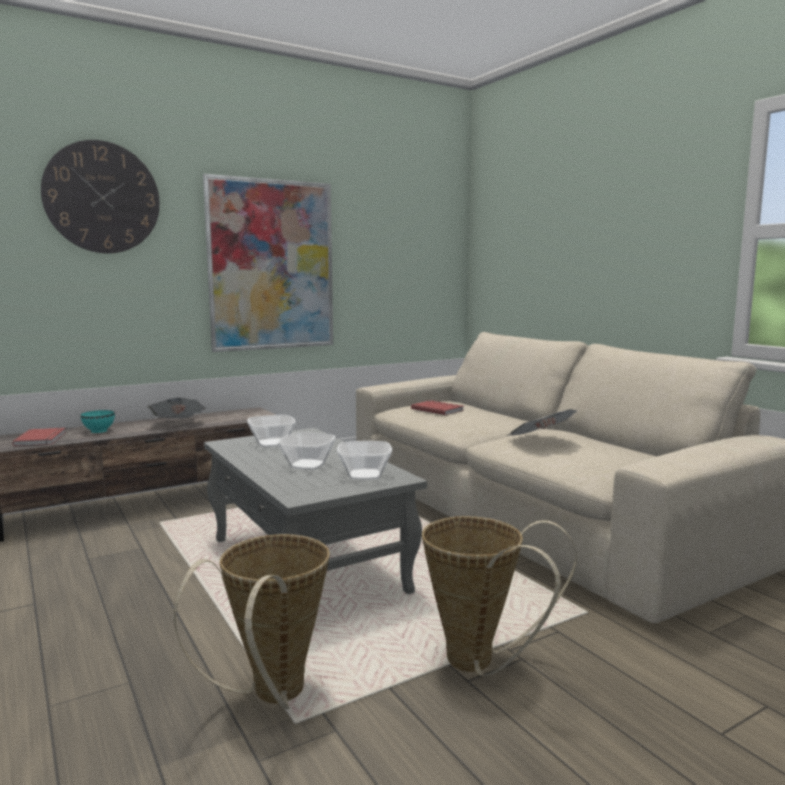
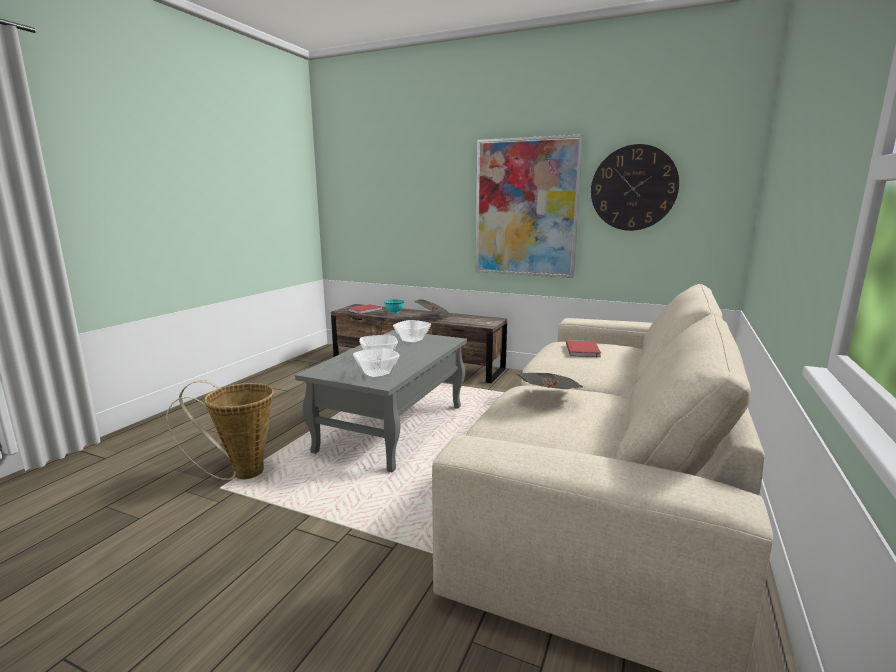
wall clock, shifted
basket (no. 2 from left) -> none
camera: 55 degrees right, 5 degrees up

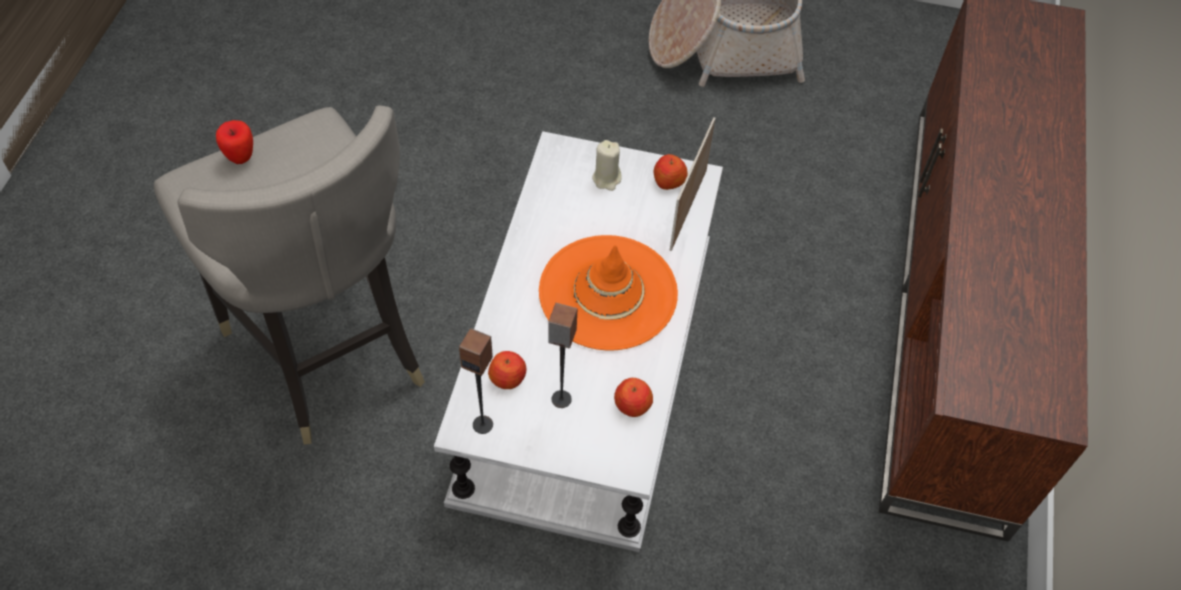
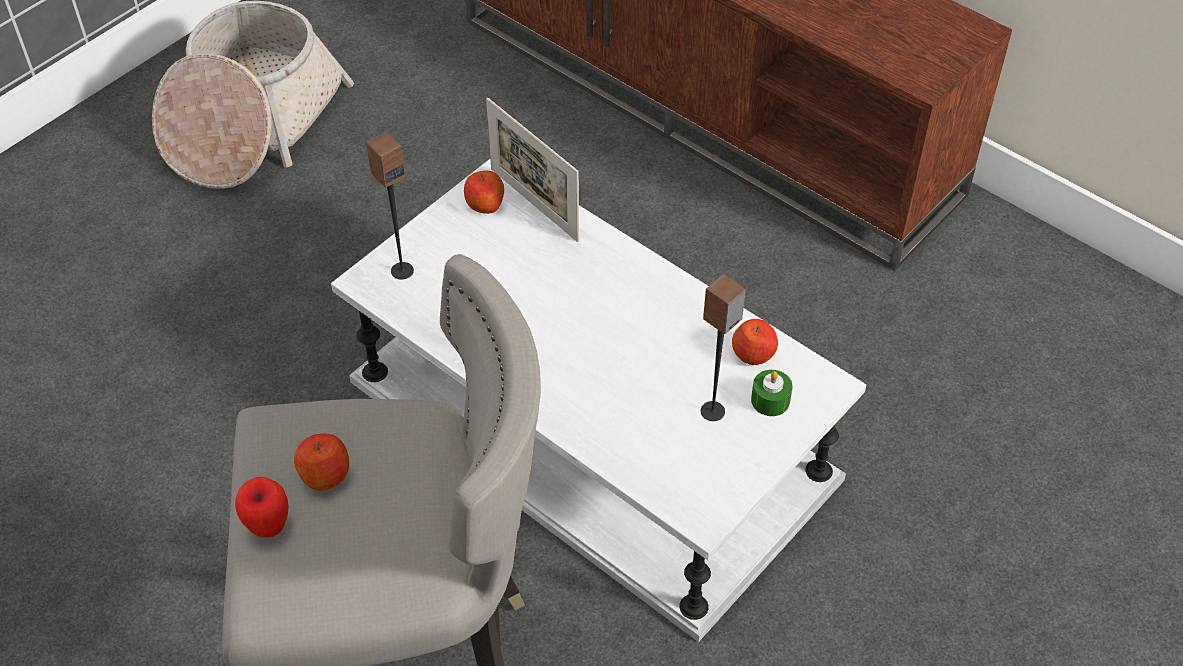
beige candle -> none
orange hat -> none
speaker (no. 1 from left), shifted
apple (no. 2 from left), shifted
none -> green candle
camera: 60 degrees left, 5 degrees down

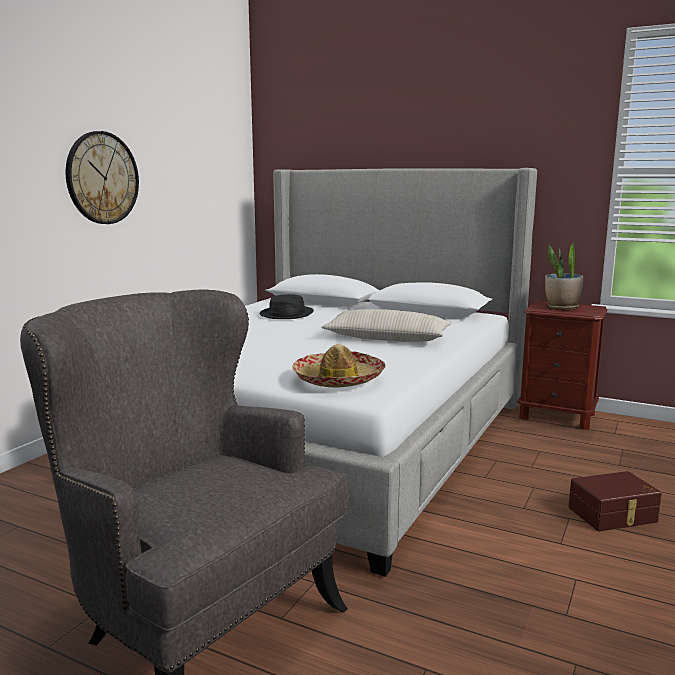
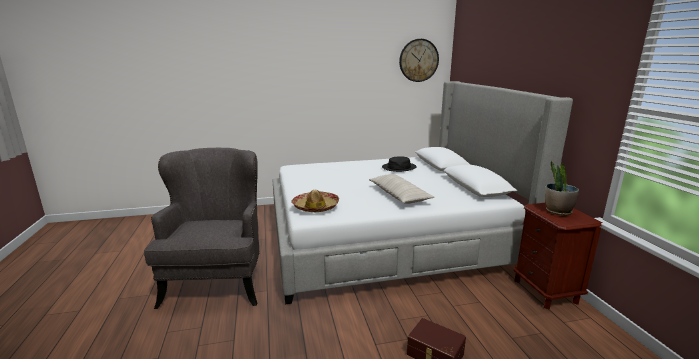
wall clock, shifted
camera: 50 degrees right, 5 degrees up

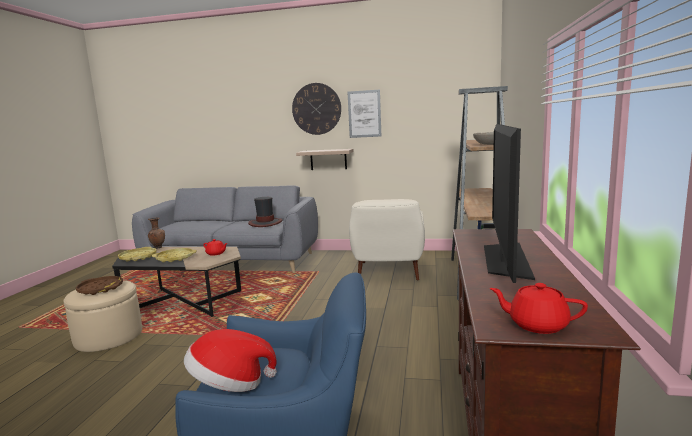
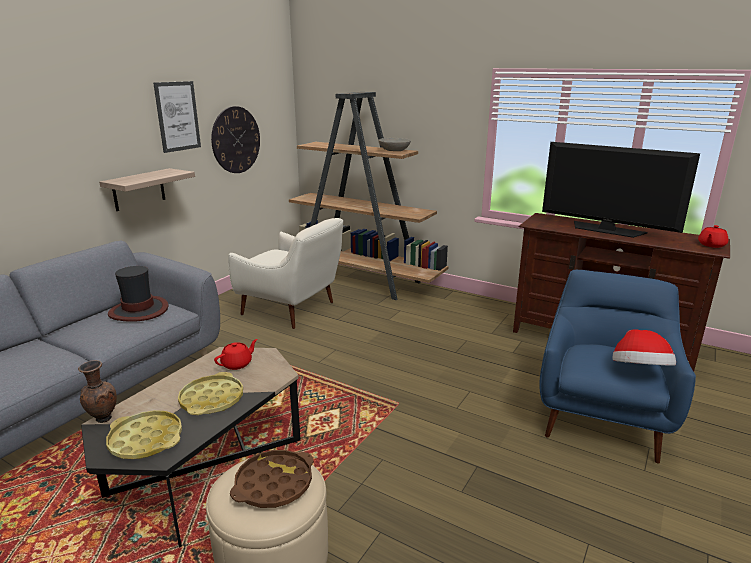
wall clock, shifted
camera: 70 degrees left, 10 degrees up

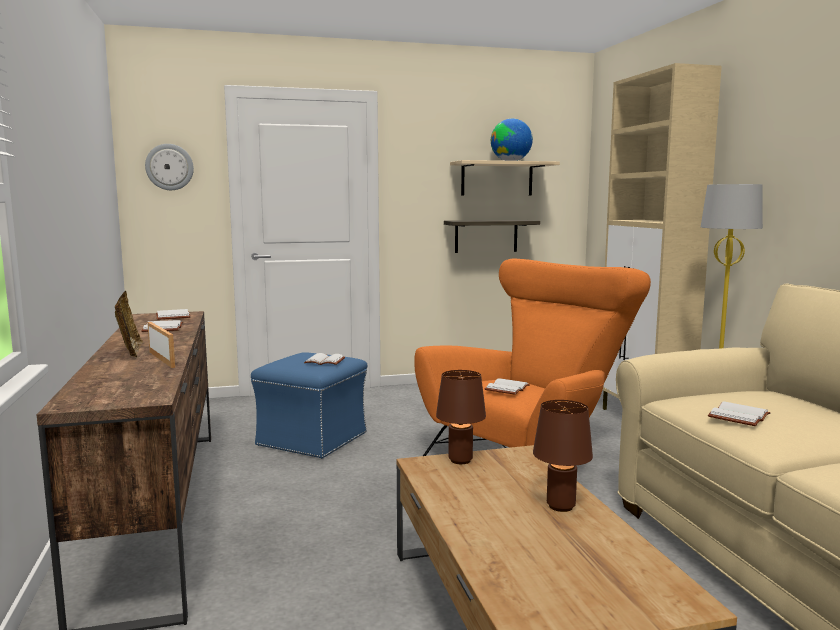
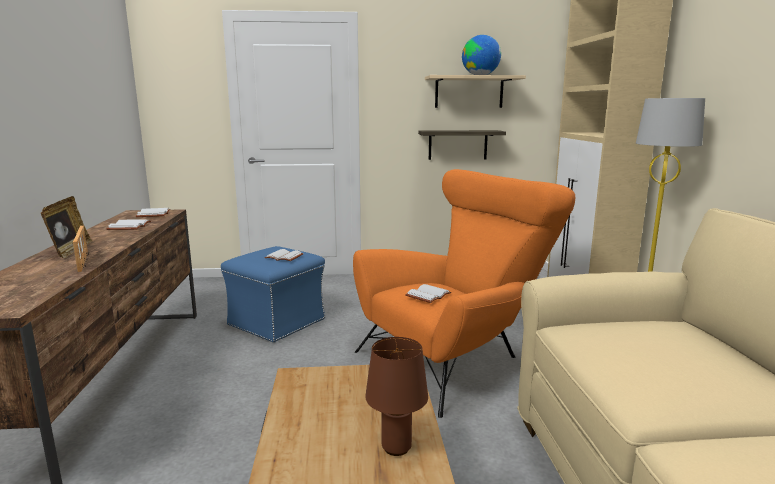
wall clock -> none
brown table lamp (no. 1 from left) -> none
white book (no. 5 from left) -> none
camera: 10 degrees right, 5 degrees up

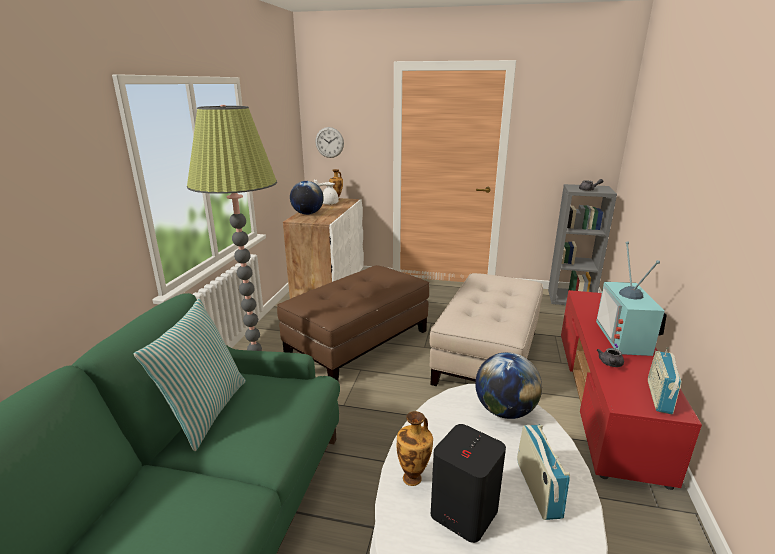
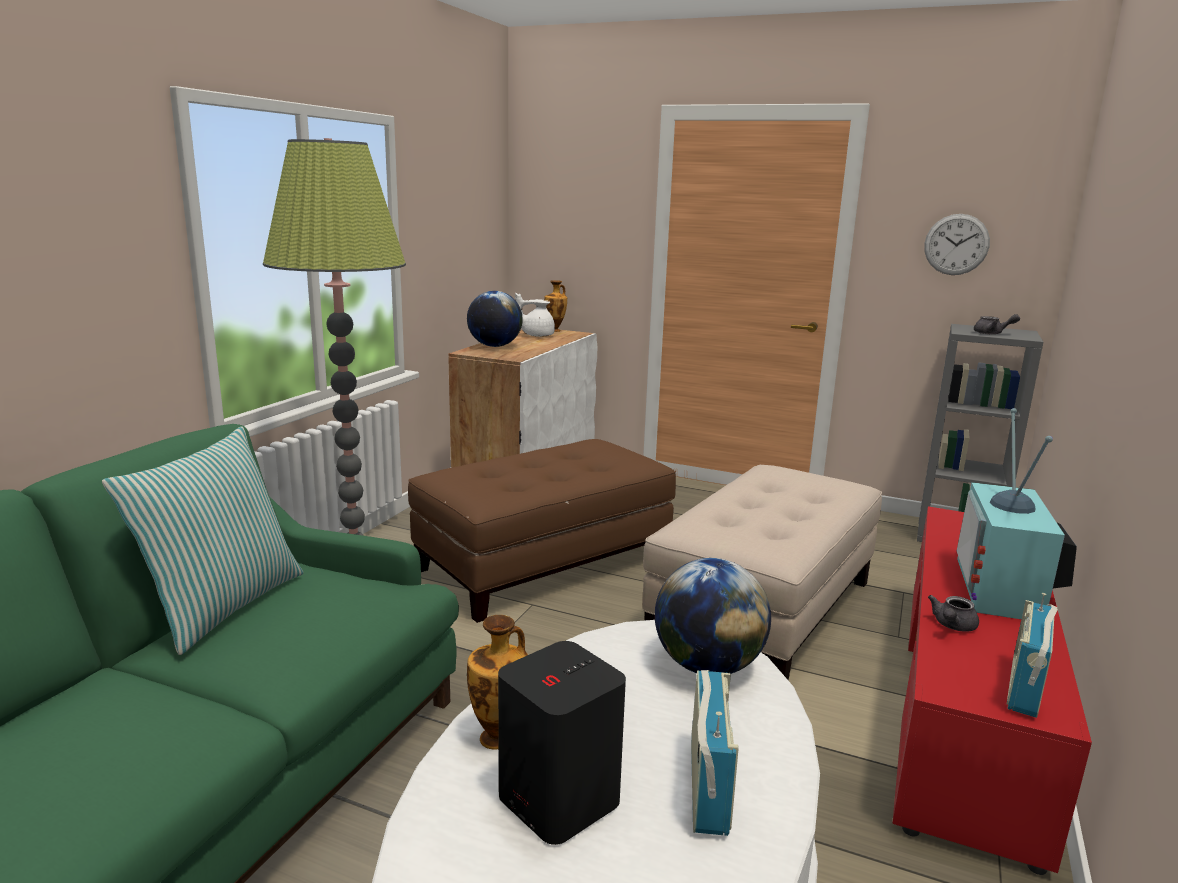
wall clock, shifted
camera: 10 degrees right, 5 degrees down

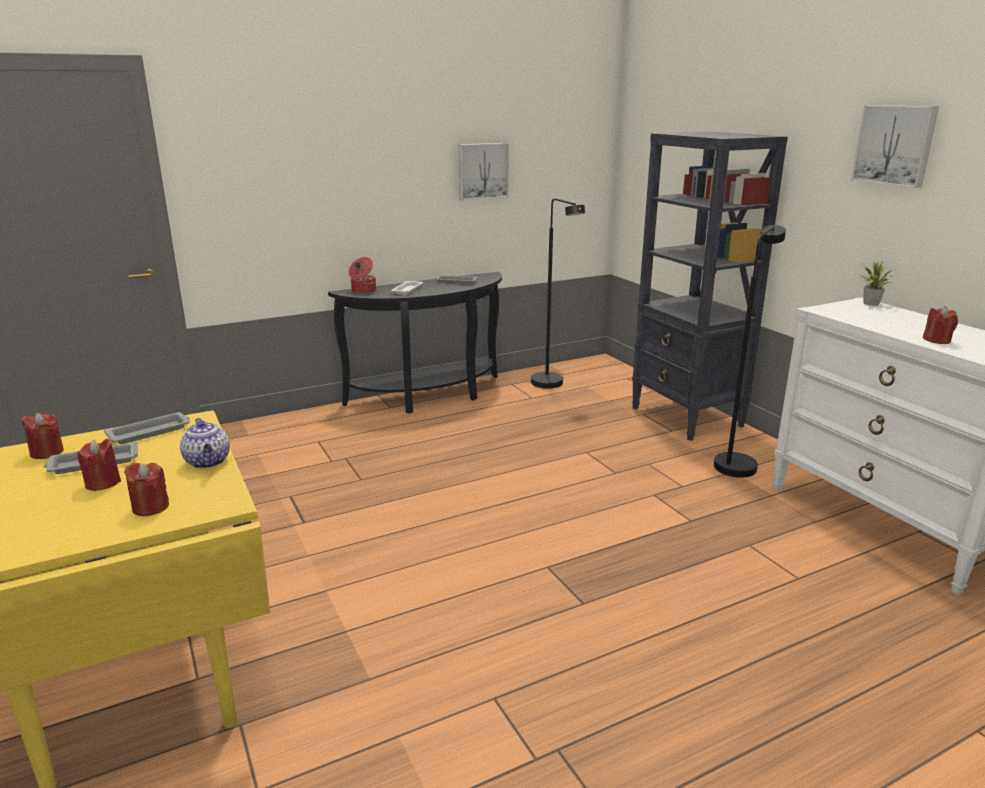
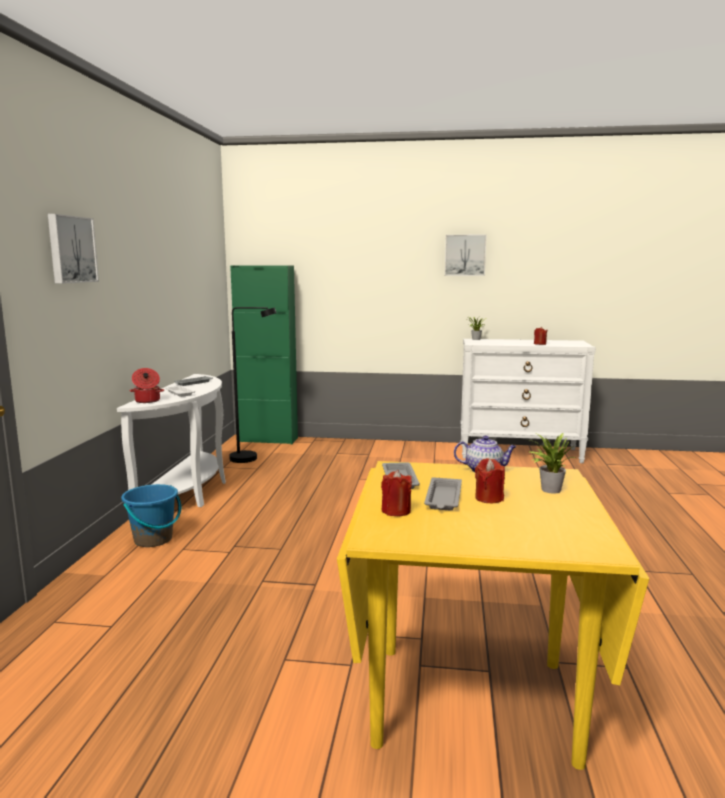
black bookcase -> none
picture (no. 1 from left), shifted
black floor lamp (no. 2 from left) -> none
black console table -> white console table
red candle (no. 3 from left) -> potted plant (no. 2 from left)
none -> green cabinet
none -> blue bucket
camera: 55 degrees left, 10 degrees down

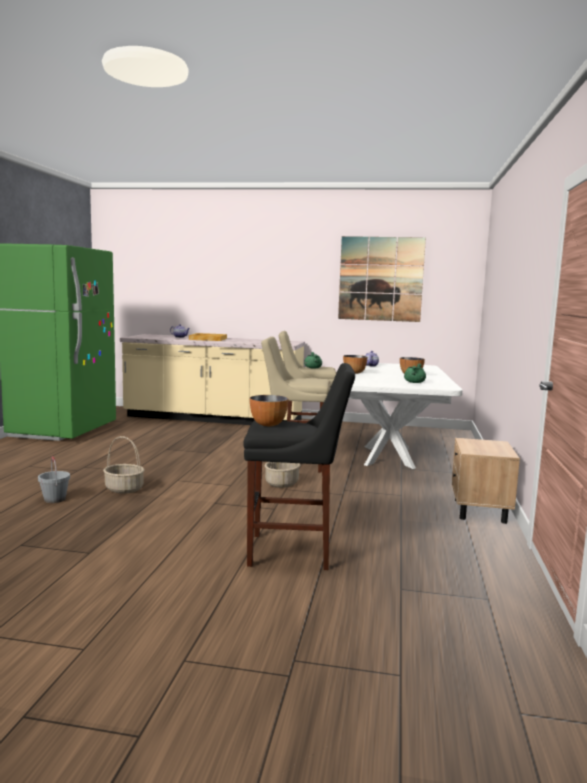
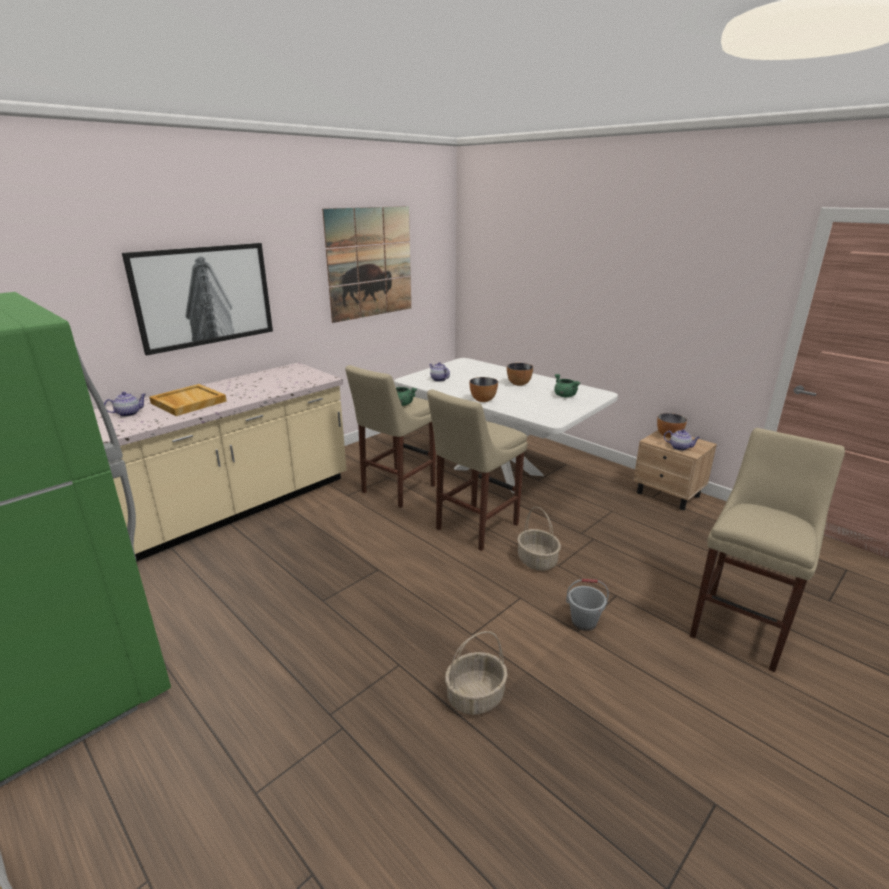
black stool -> beige stool (no. 3 from left)
bowl (no. 1 from left in the first image) -> bowl (no. 3 from left), shifted
grey bucket, shifted
none -> picture (no. 1 from left)
none -> teapot (no. 3 from left)
camera: 55 degrees left, 15 degrees up

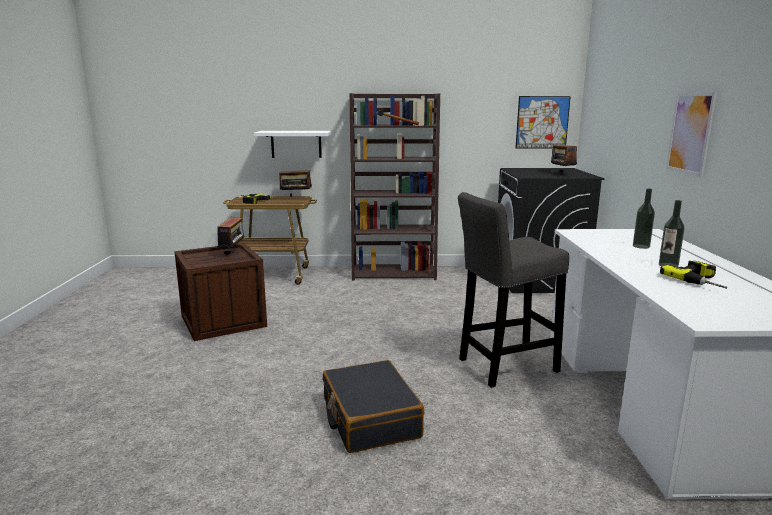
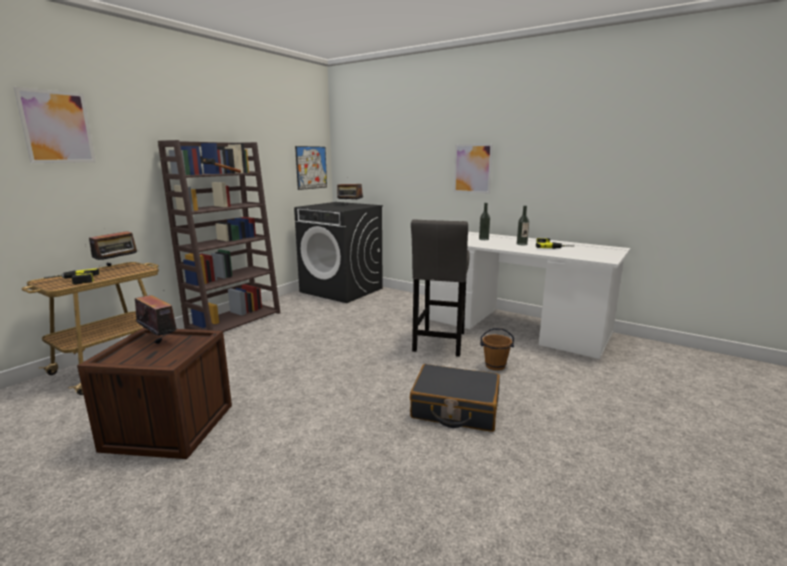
white shelf -> none
none -> picture (no. 1 from left)
none -> brown bucket
camera: 55 degrees left, 0 degrees up

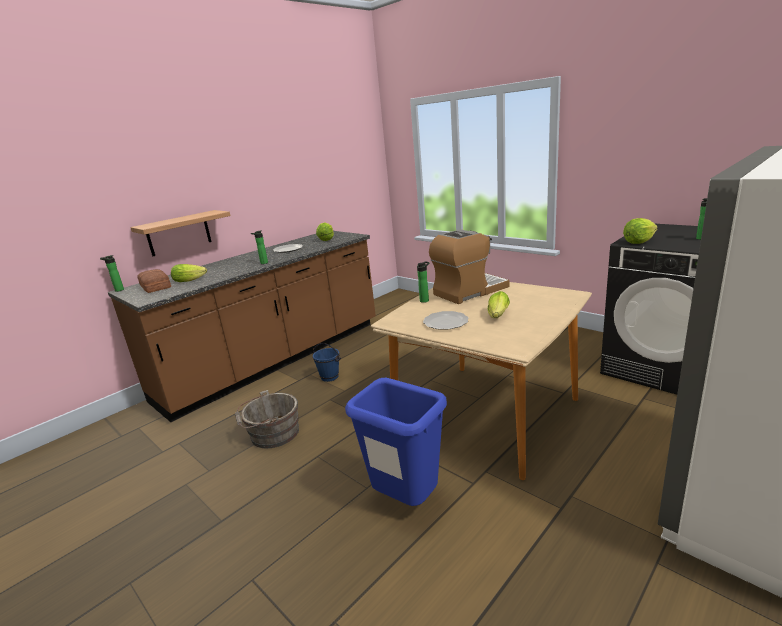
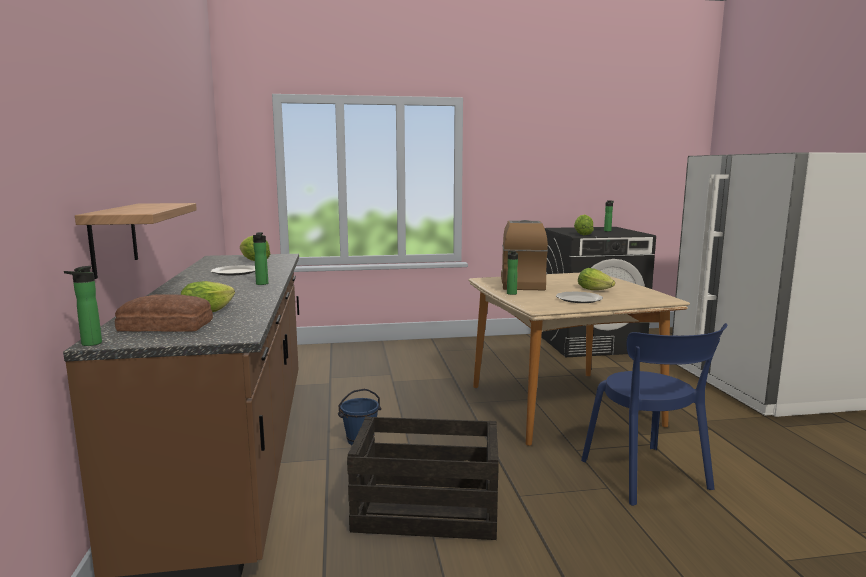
blue trash can -> blue chair
grey bucket -> crate
camera: 55 degrees left, 10 degrees down

